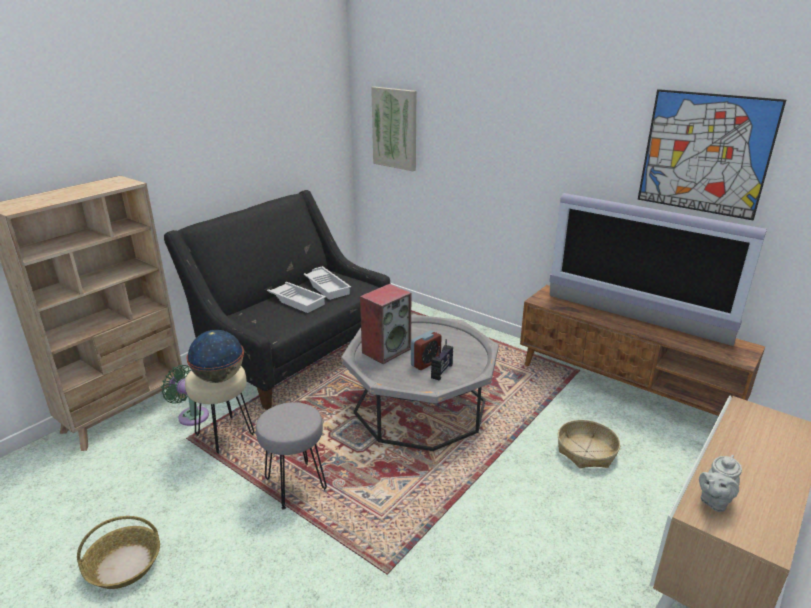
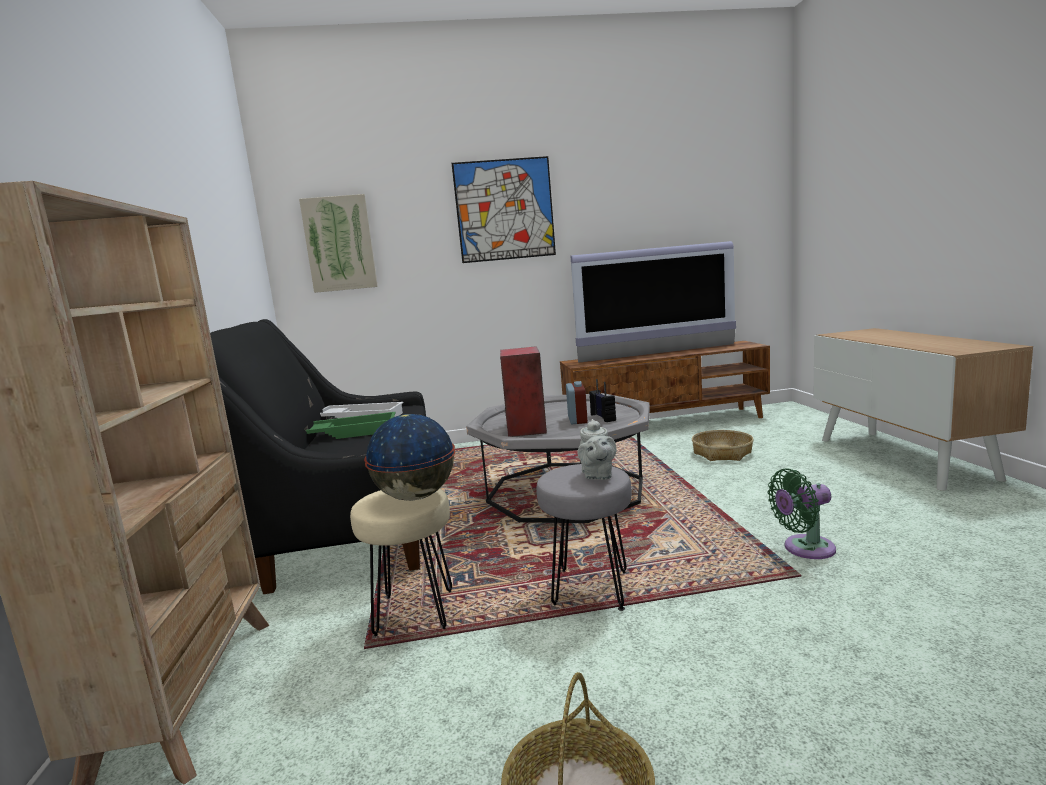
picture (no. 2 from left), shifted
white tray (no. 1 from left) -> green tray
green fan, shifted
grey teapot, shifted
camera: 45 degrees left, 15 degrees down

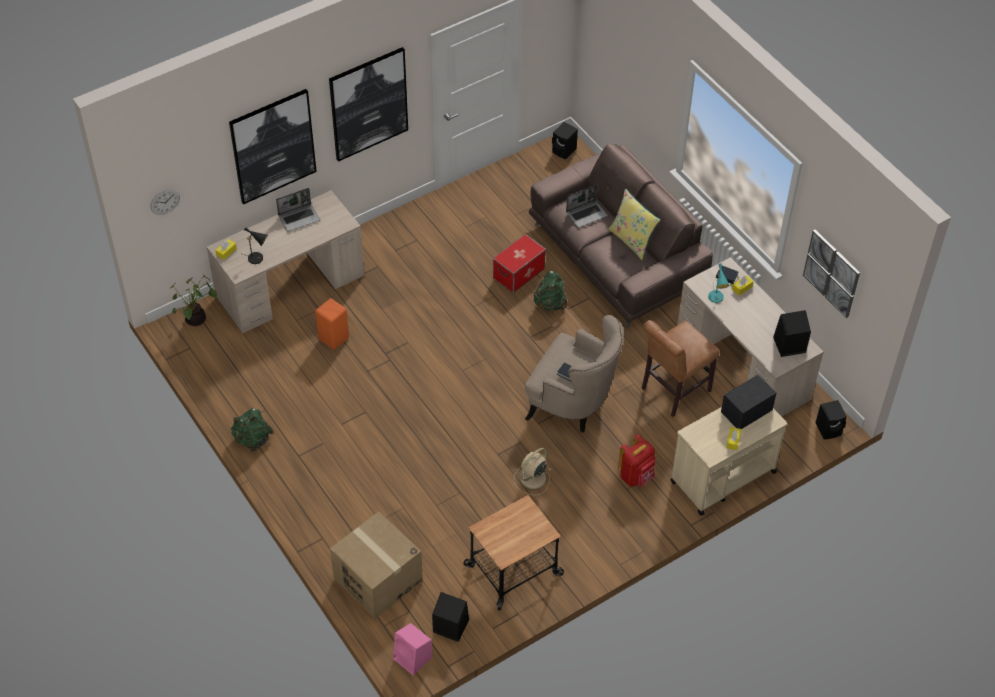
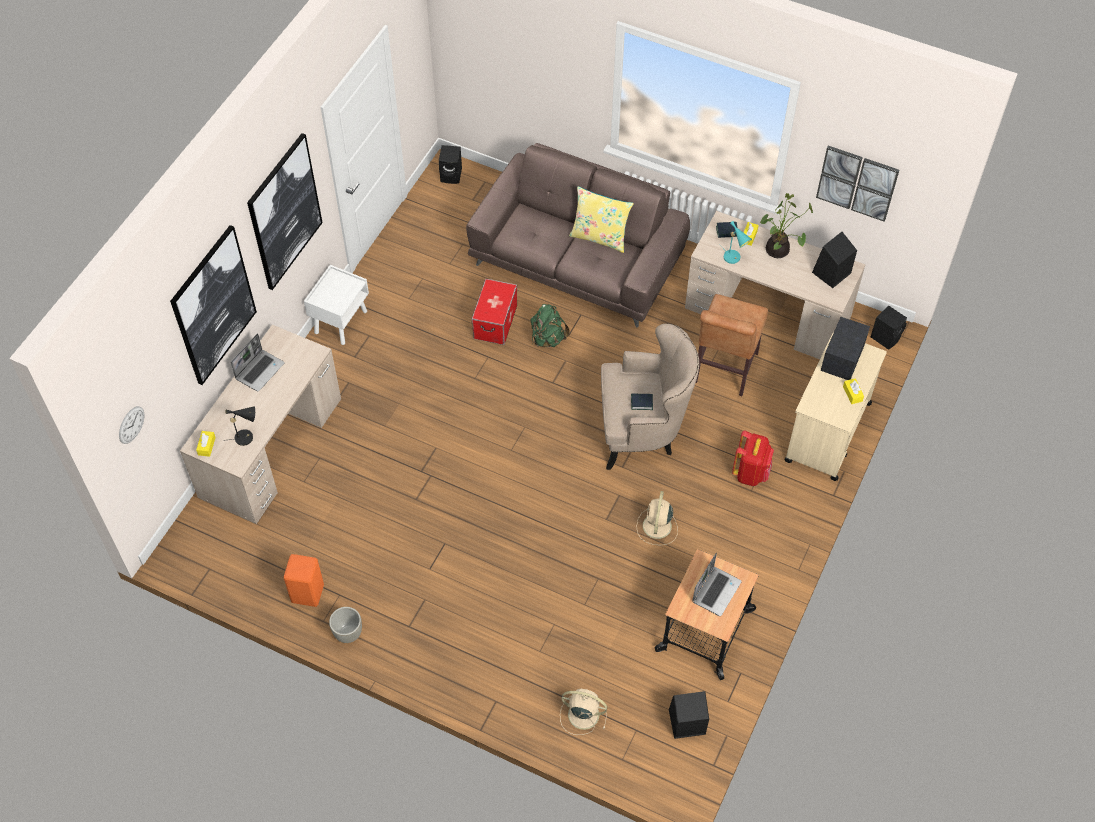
laptop (no. 2 from left), shifted
potted plant, shifted
orange stool, shifted
green backpack (no. 1 from left) -> grey planter
cardboard box -> beige fan (no. 1 from left)
pink speaker -> none
none -> white nightstand
camera: 30 degrees left, 5 degrees up

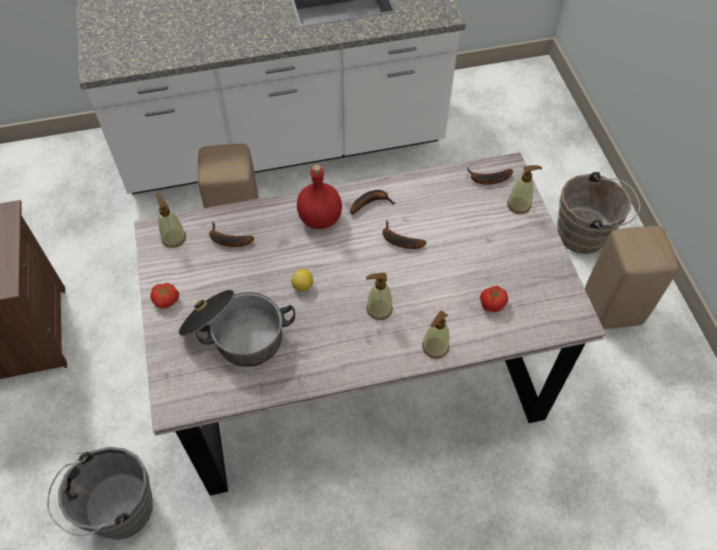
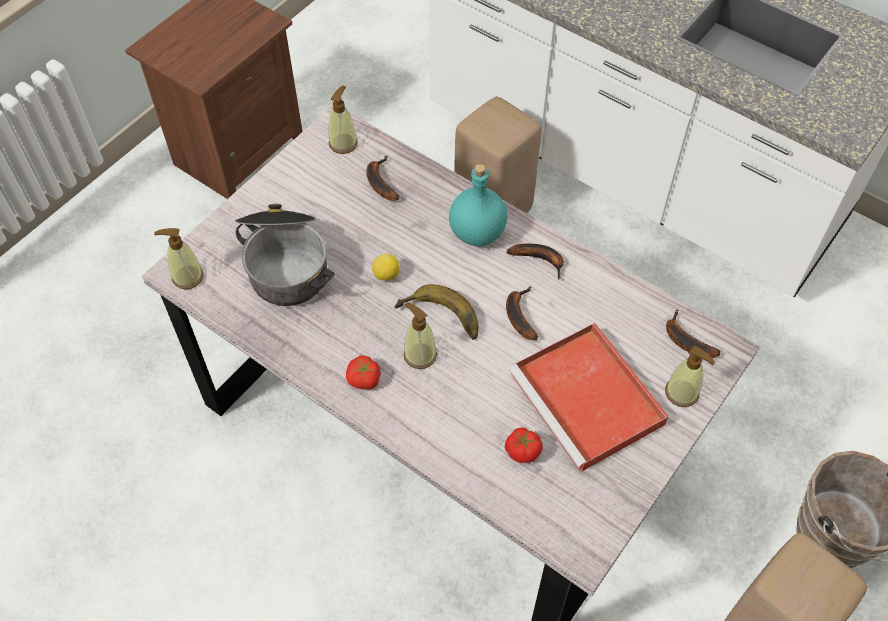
red bottle -> turquoise bottle
tomato (no. 1 from left), shifted
soap dispenser (no. 3 from left in the first image) -> soap dispenser (no. 1 from left), shifted
grey bucket -> none
none -> banana (no. 2 from left)
none -> red tray
camera: 50 degrees right, 0 degrees up

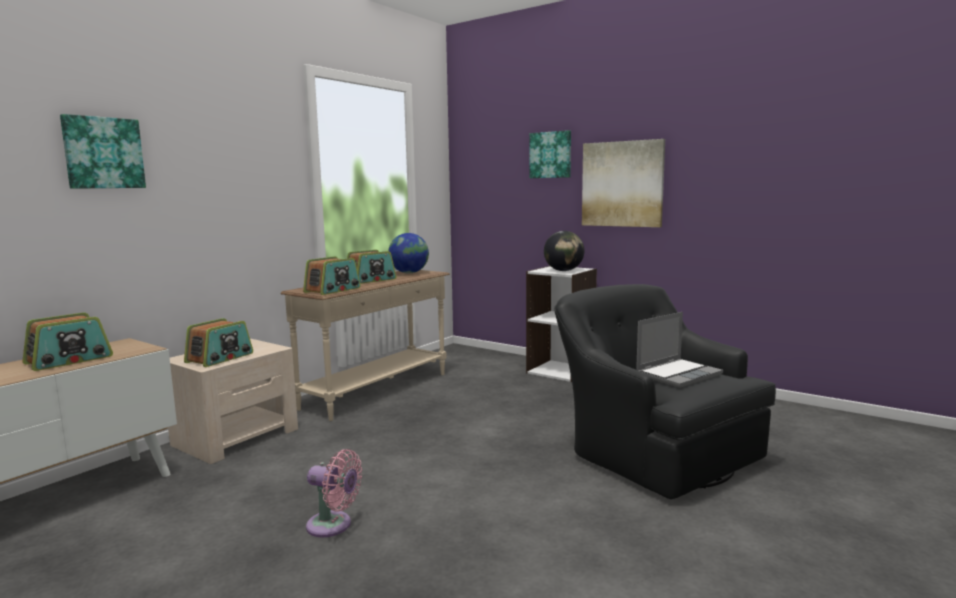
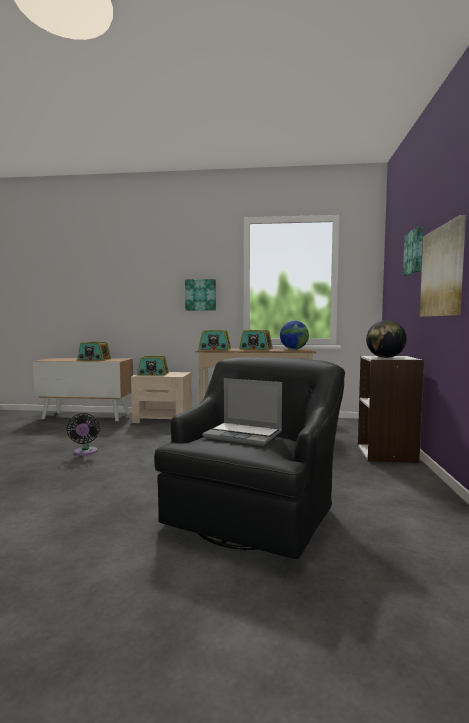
picture (no. 1 from left), shifted
pink fan -> black fan
camera: 60 degrees right, 5 degrees down

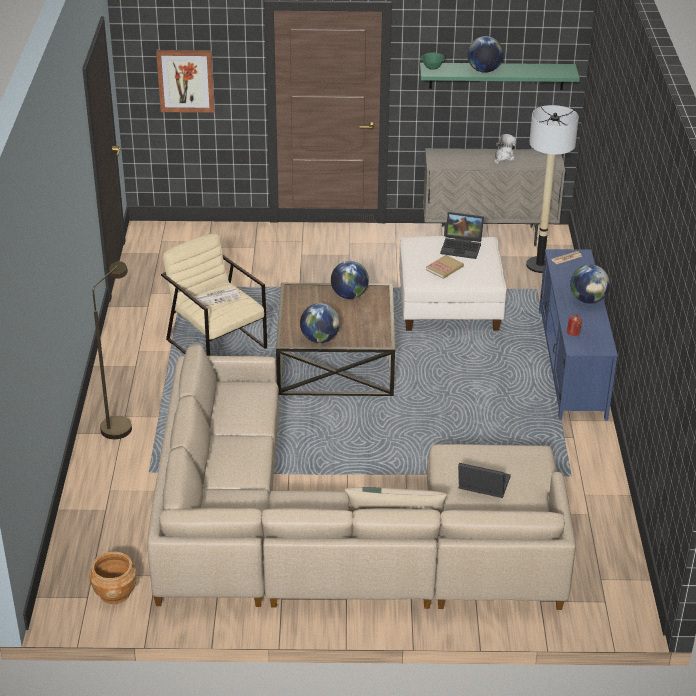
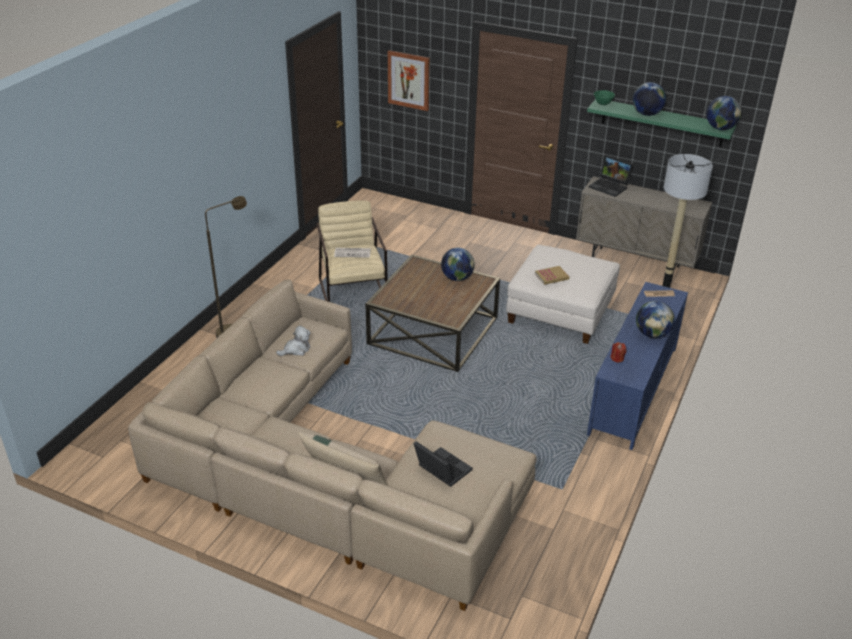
plush toy, shifted
laptop (no. 1 from left in the first image) -> laptop (no. 2 from left), shifted
globe (no. 1 from left in the first image) -> globe (no. 4 from left), shifted
brown planter -> none
camera: 25 degrees right, 0 degrees up

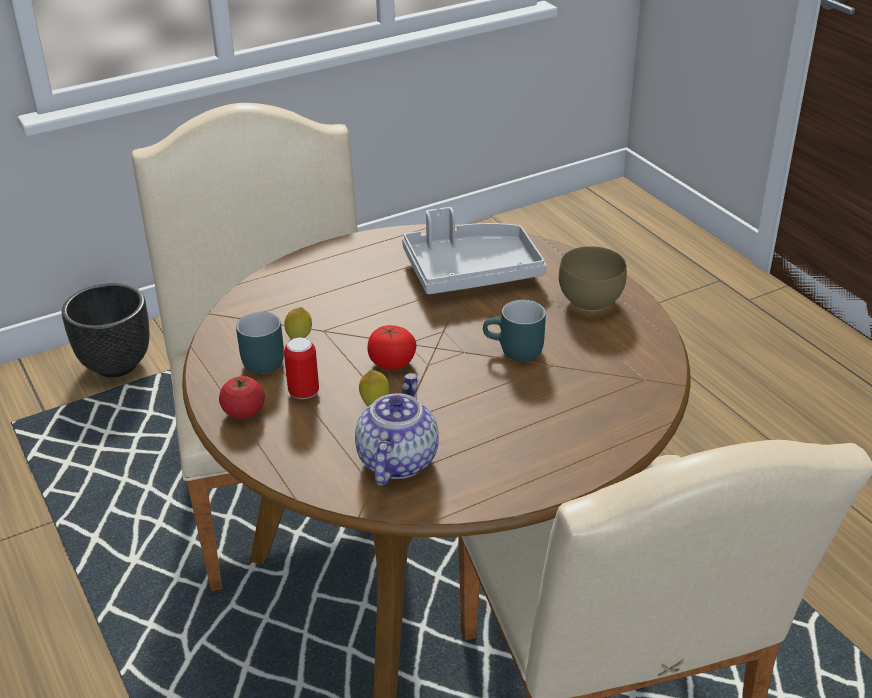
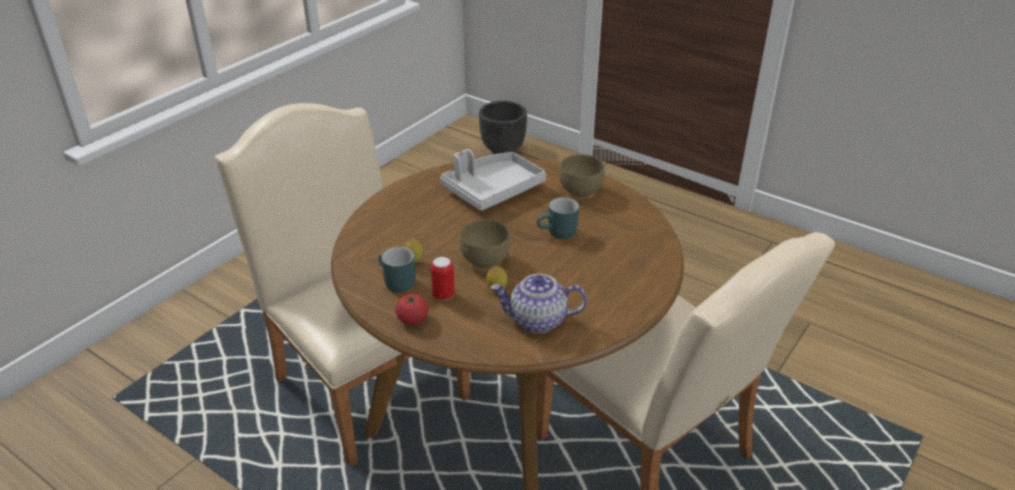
black planter, shifted
tomato (no. 2 from left) -> brown bowl (no. 1 from left)
teapot, 75 degrees counterclockwise
camera: 25 degrees left, 0 degrees up

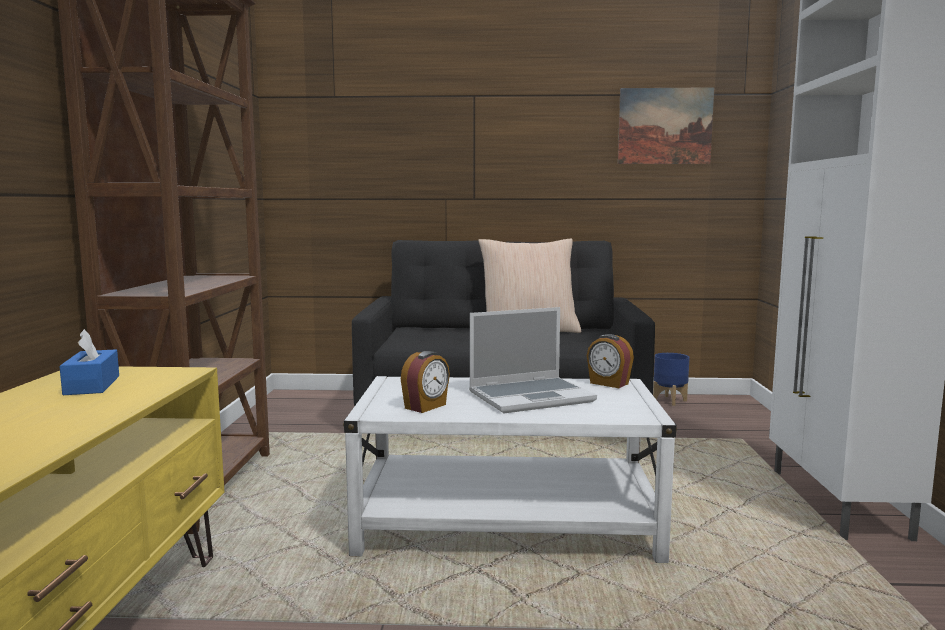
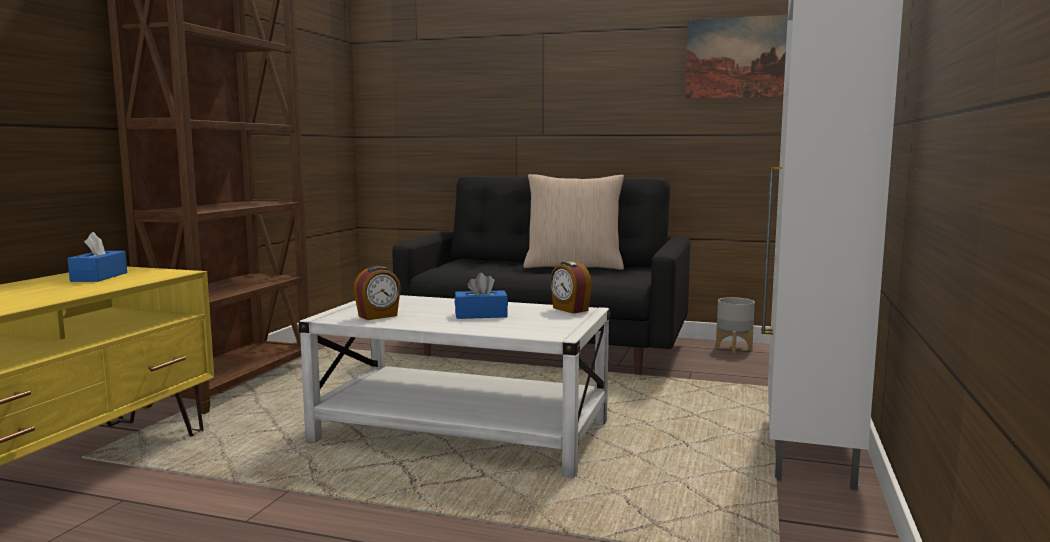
laptop -> blue tissue box (no. 2 from left)
blue planter -> grey planter
camera: 15 degrees right, 0 degrees up

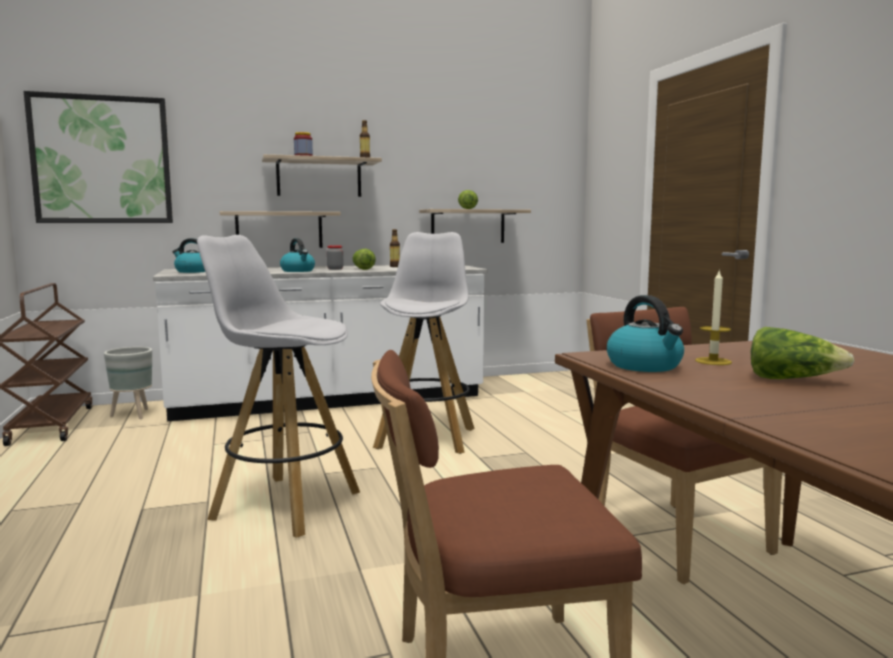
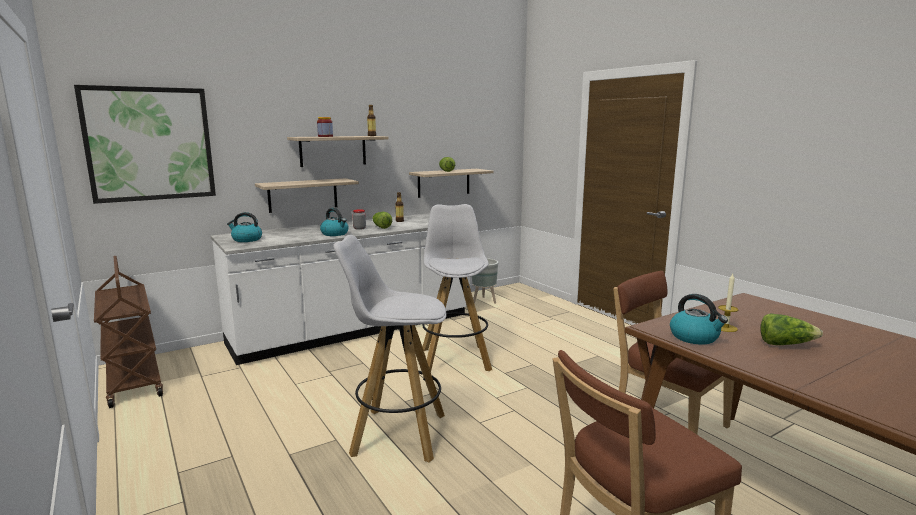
grey planter, shifted
camera: 15 degrees left, 5 degrees up

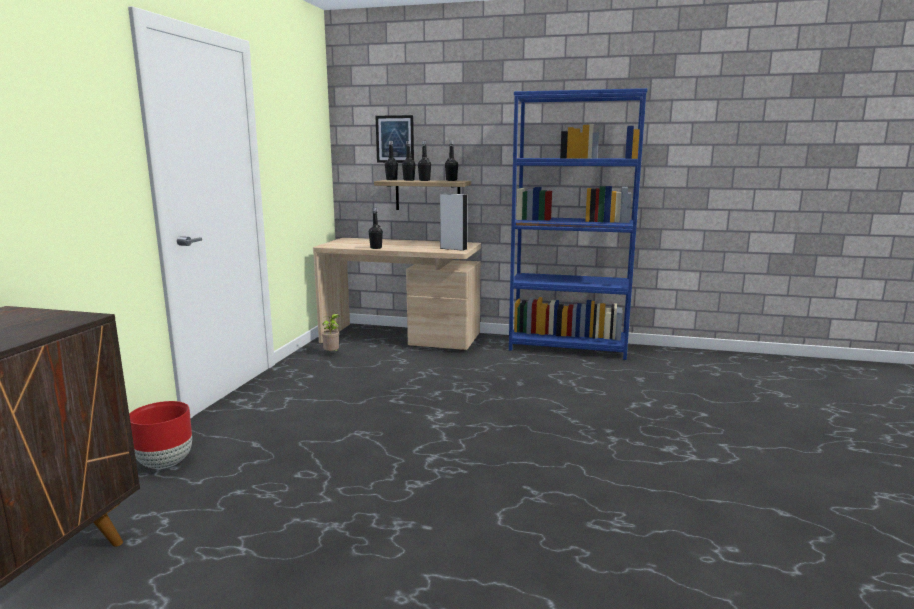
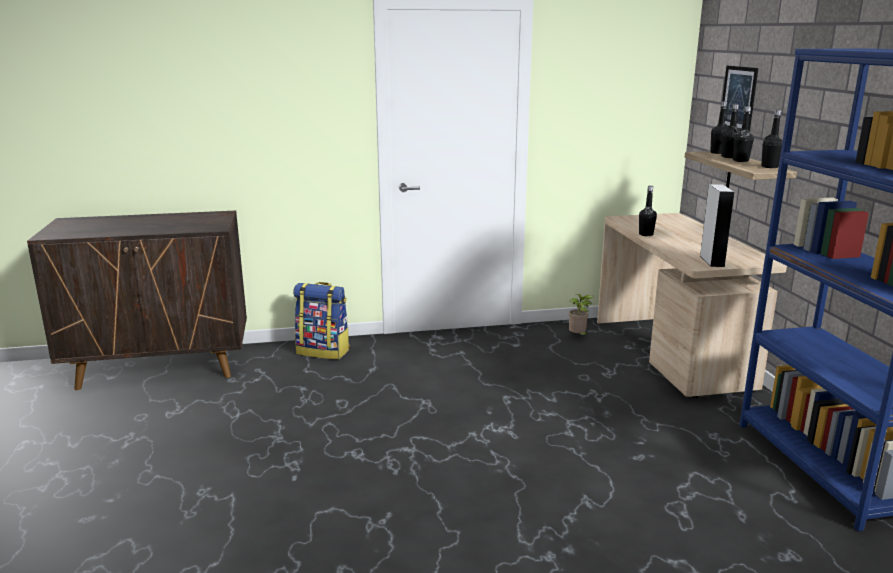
red planter -> backpack
camera: 65 degrees right, 5 degrees up

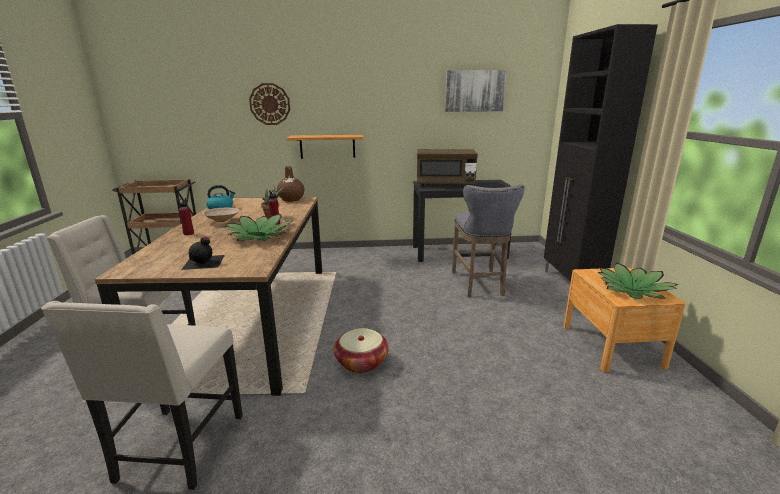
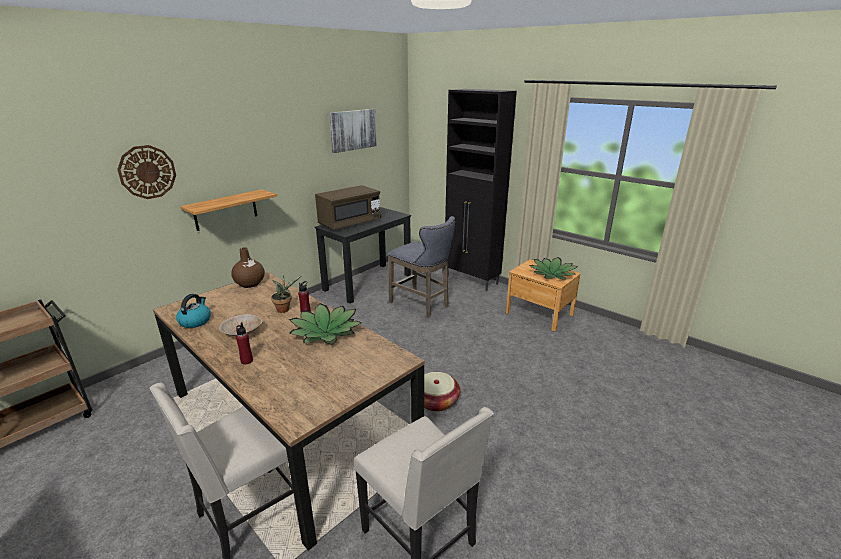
black bottle -> none
camera: 45 degrees left, 5 degrees up

